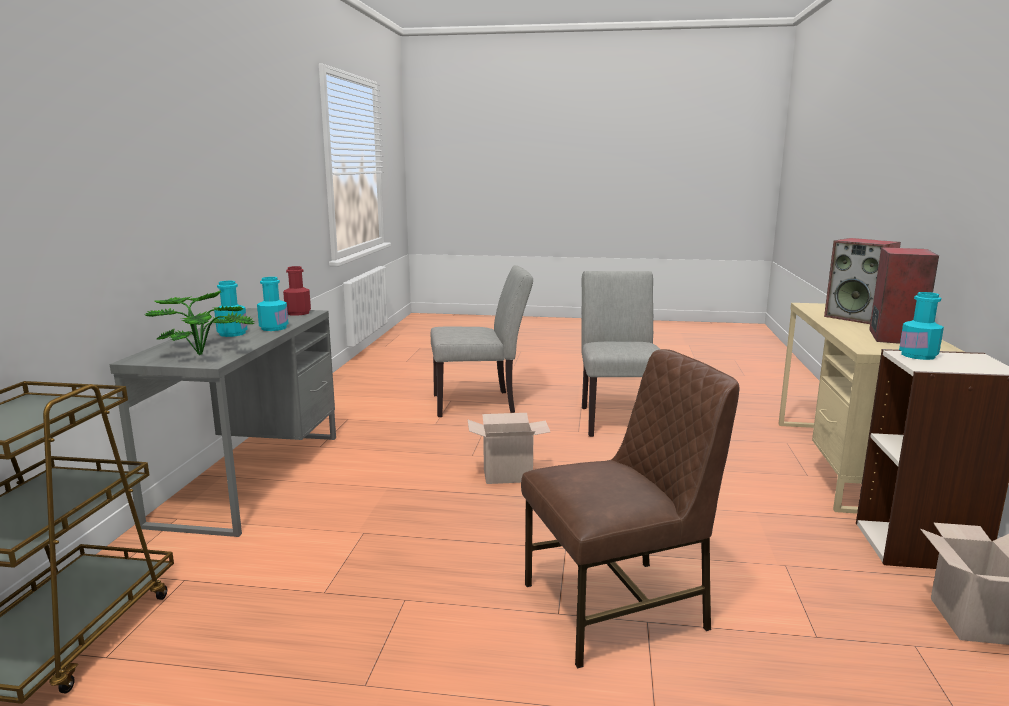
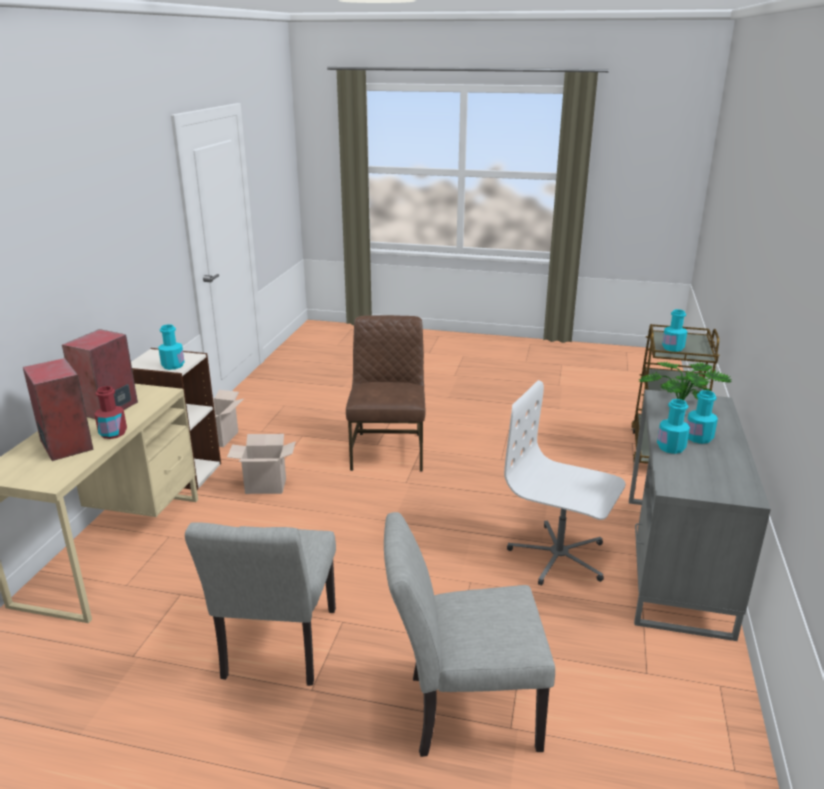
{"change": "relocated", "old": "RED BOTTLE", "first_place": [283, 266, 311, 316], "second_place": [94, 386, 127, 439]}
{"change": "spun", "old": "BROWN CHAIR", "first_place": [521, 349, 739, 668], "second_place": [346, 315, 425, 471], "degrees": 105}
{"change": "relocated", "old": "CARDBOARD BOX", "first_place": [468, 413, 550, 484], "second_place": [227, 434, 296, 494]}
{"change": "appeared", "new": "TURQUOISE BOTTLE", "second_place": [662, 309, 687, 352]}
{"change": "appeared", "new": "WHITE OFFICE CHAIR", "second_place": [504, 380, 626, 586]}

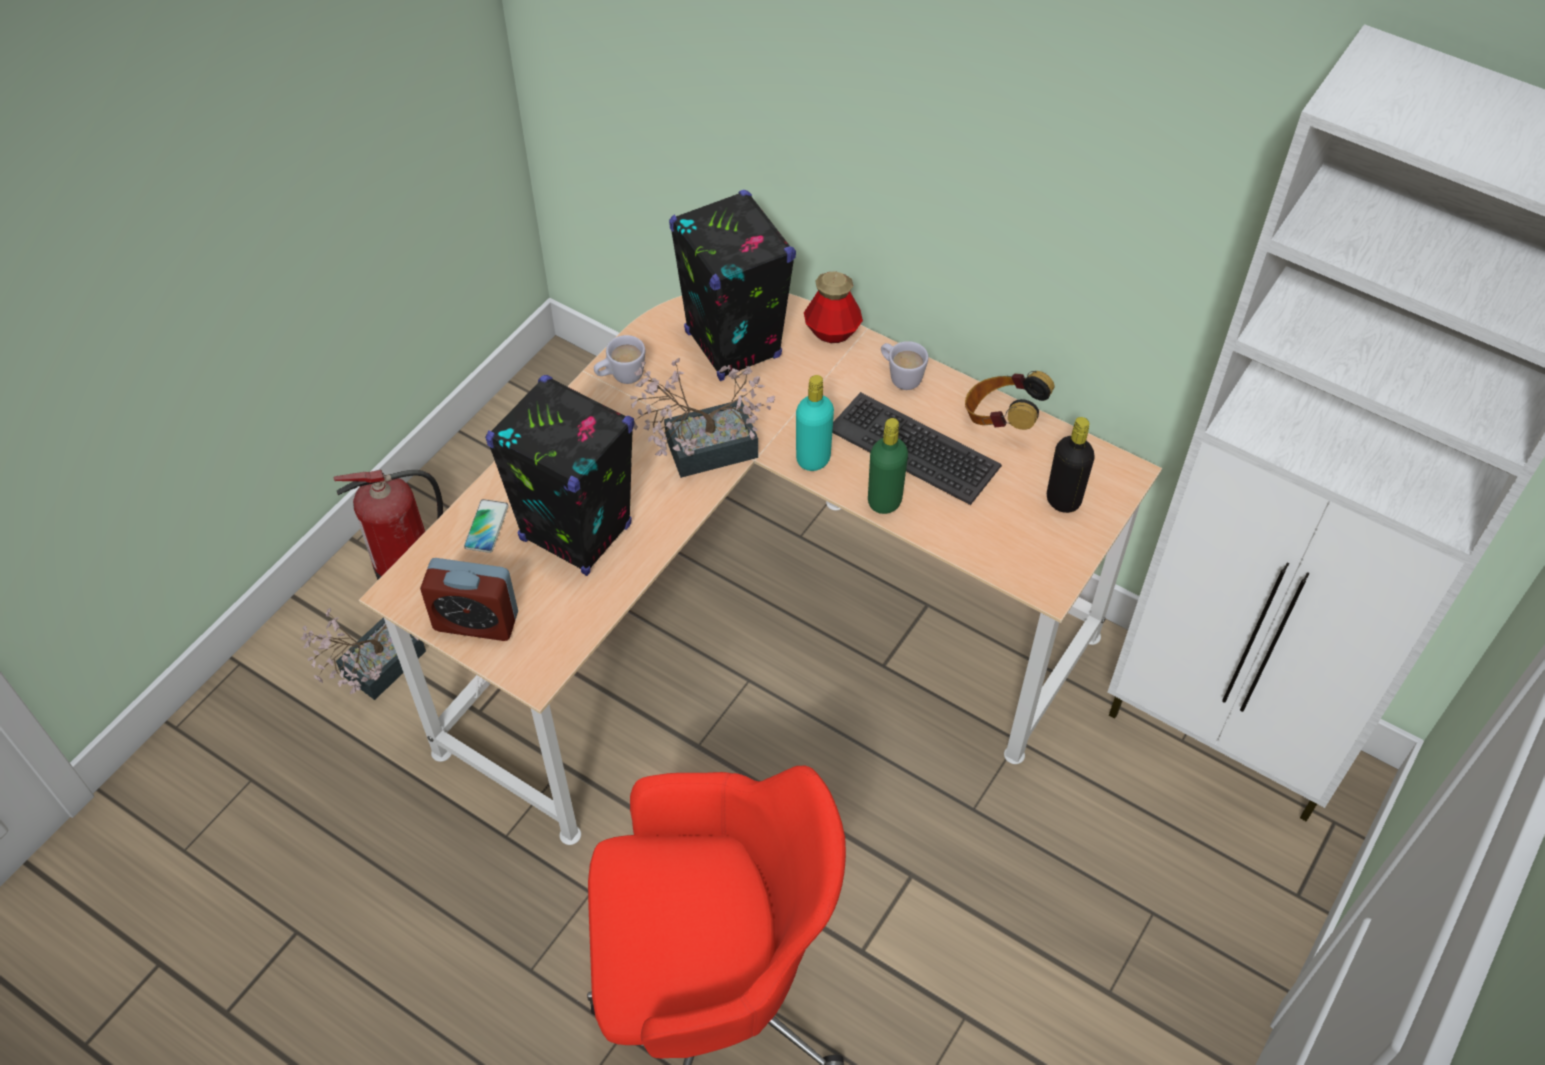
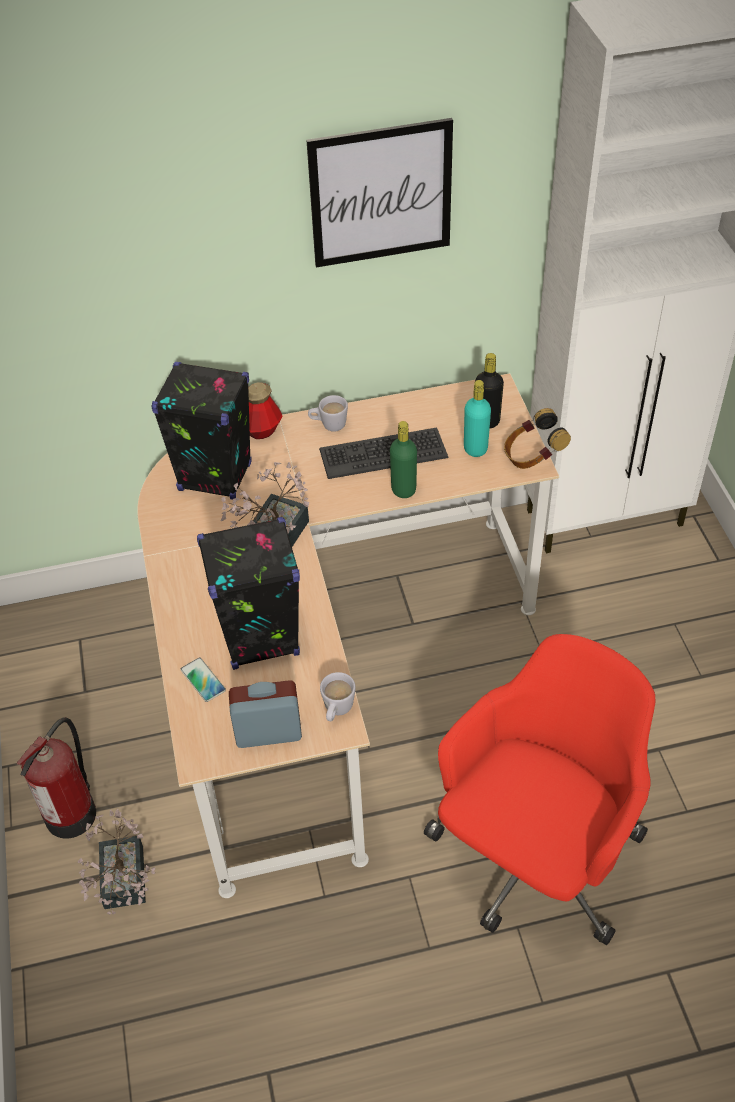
{"change": "relocated", "old": "WHITE MUG", "first_place": [594, 335, 645, 384], "second_place": [320, 672, 356, 721]}
{"change": "relocated", "old": "HEADPHONES", "first_place": [965, 371, 1055, 430], "second_place": [504, 408, 571, 469]}
{"change": "relocated", "old": "TURQUOISE BOTTLE", "first_place": [796, 375, 834, 471], "second_place": [464, 380, 491, 457]}
{"change": "spun", "old": "ALARM CLOCK", "first_place": [420, 558, 518, 641], "second_place": [229, 680, 302, 748], "degrees": -150}
{"change": "appeared", "new": "PICTURE", "second_place": [306, 118, 453, 268]}

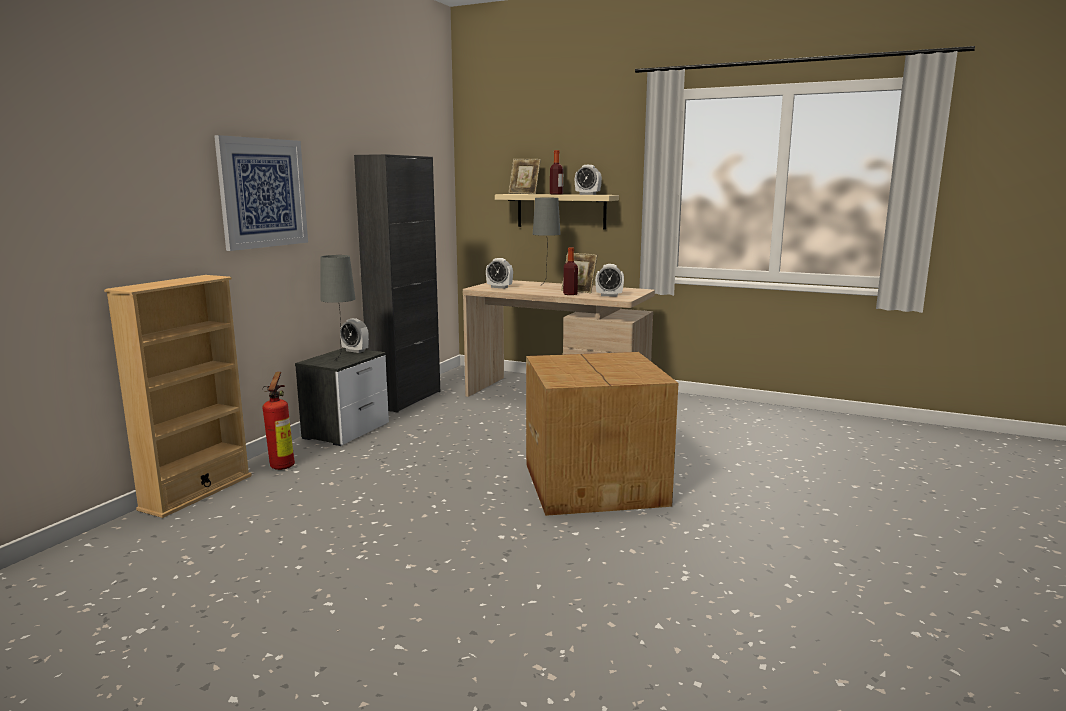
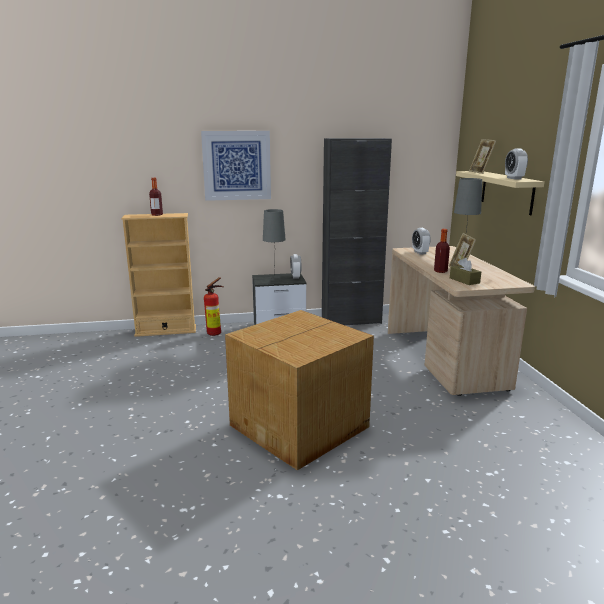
{"change": "relocated", "old": "BOTTLE", "first_place": [550, 150, 563, 195], "second_place": [149, 178, 163, 216]}
{"change": "exchanged", "old": "ALARM CLOCK", "new": "BROWN TISSUE BOX", "first_place": [595, 264, 624, 297], "second_place": [450, 258, 481, 285]}

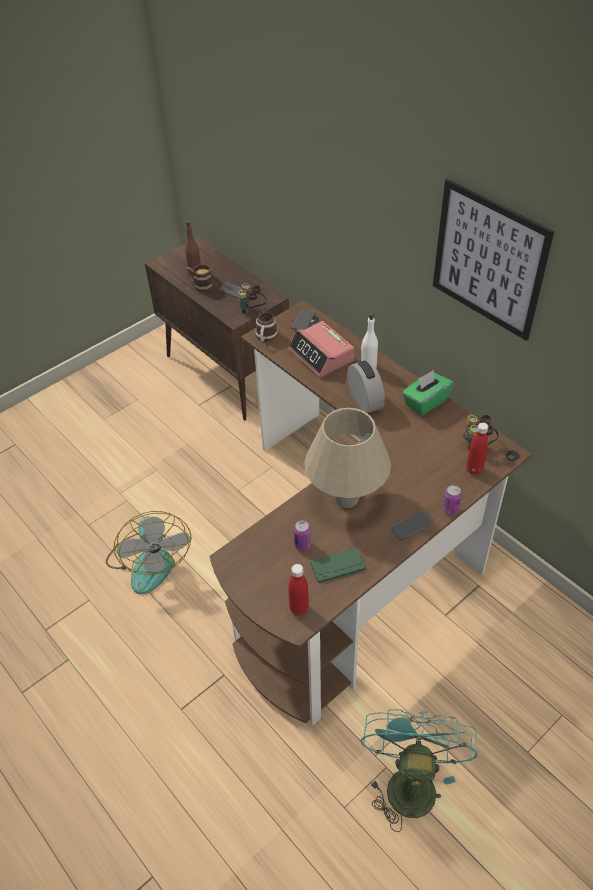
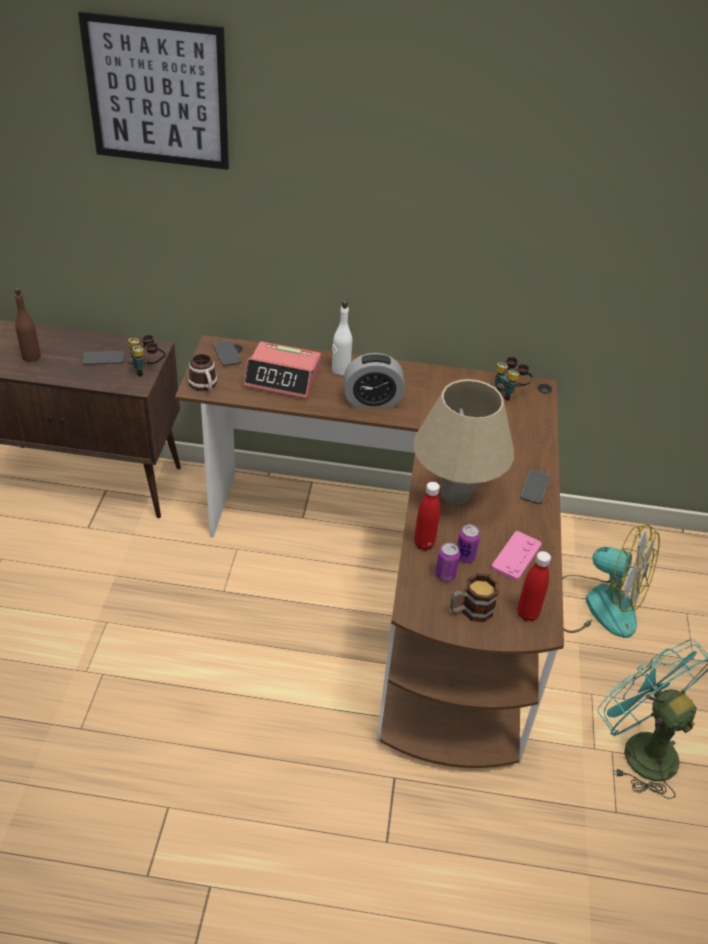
{"change": "relocated", "old": "PICTURE", "first_place": [433, 179, 554, 341], "second_place": [78, 11, 229, 170]}
{"change": "relocated", "old": "MUG", "first_place": [186, 264, 213, 292], "second_place": [450, 573, 499, 622]}
{"change": "spun", "old": "ALARM CLOCK", "first_place": [347, 360, 385, 413], "second_place": [344, 353, 405, 408], "degrees": 150}
{"change": "missing", "old": "GREEN TISSUE BOX", "first_place": [402, 370, 454, 416]}
{"change": "relocated", "old": "RED BOTTLE", "first_place": [466, 423, 488, 475], "second_place": [414, 482, 440, 551]}
{"change": "relocated", "old": "CAN", "first_place": [442, 485, 462, 515], "second_place": [435, 542, 460, 582]}
{"change": "relocated", "old": "FAN", "first_place": [106, 511, 191, 594], "second_place": [562, 524, 660, 638]}
{"change": "colour", "old": "GREEN GAME CONTROLLER", "new": "PINK GAME CONTROLLER", "first_place": [311, 548, 366, 583], "second_place": [491, 531, 542, 581]}

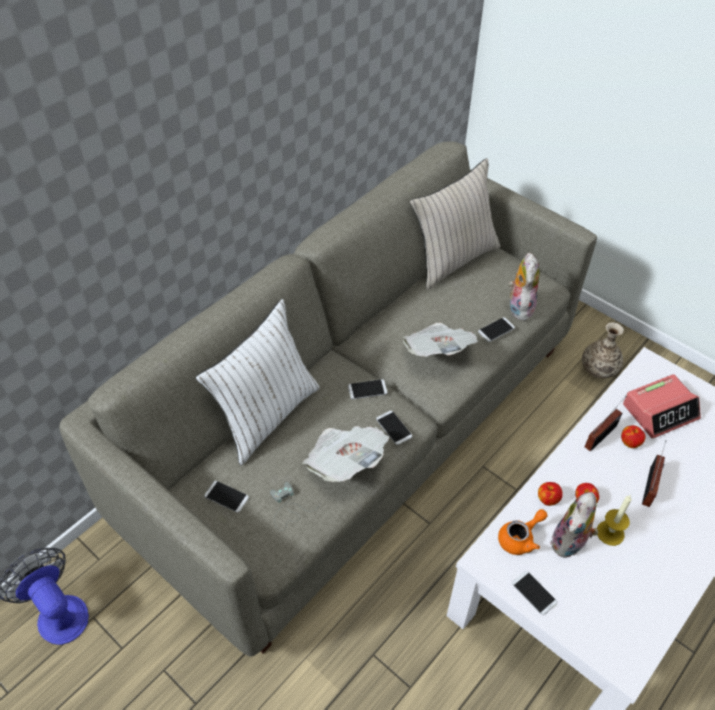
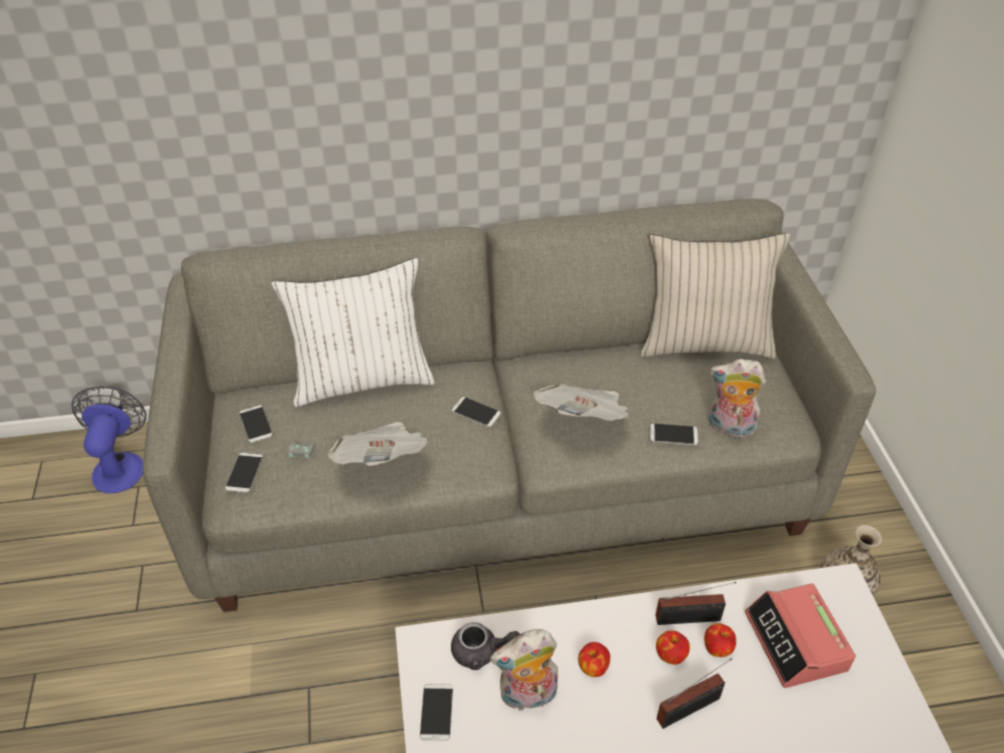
{"change": "spun", "old": "PLUSH TOY", "first_place": [509, 253, 540, 321], "second_place": [709, 359, 766, 438], "degrees": -120}
{"change": "spun", "old": "ALARM CLOCK", "first_place": [623, 374, 701, 439], "second_place": [745, 583, 856, 688], "degrees": 60}
{"change": "relocated", "old": "PHONE", "first_place": [376, 410, 412, 445], "second_place": [225, 453, 263, 493]}
{"change": "relocated", "old": "APPLE", "first_place": [538, 482, 563, 506], "second_place": [656, 630, 690, 665]}
{"change": "missing", "old": "CANDLE", "first_place": [597, 495, 632, 546]}
{"change": "colour", "old": "ORANGE TEAPOT", "new": "GREY TEAPOT", "first_place": [498, 509, 547, 555], "second_place": [451, 622, 520, 670]}

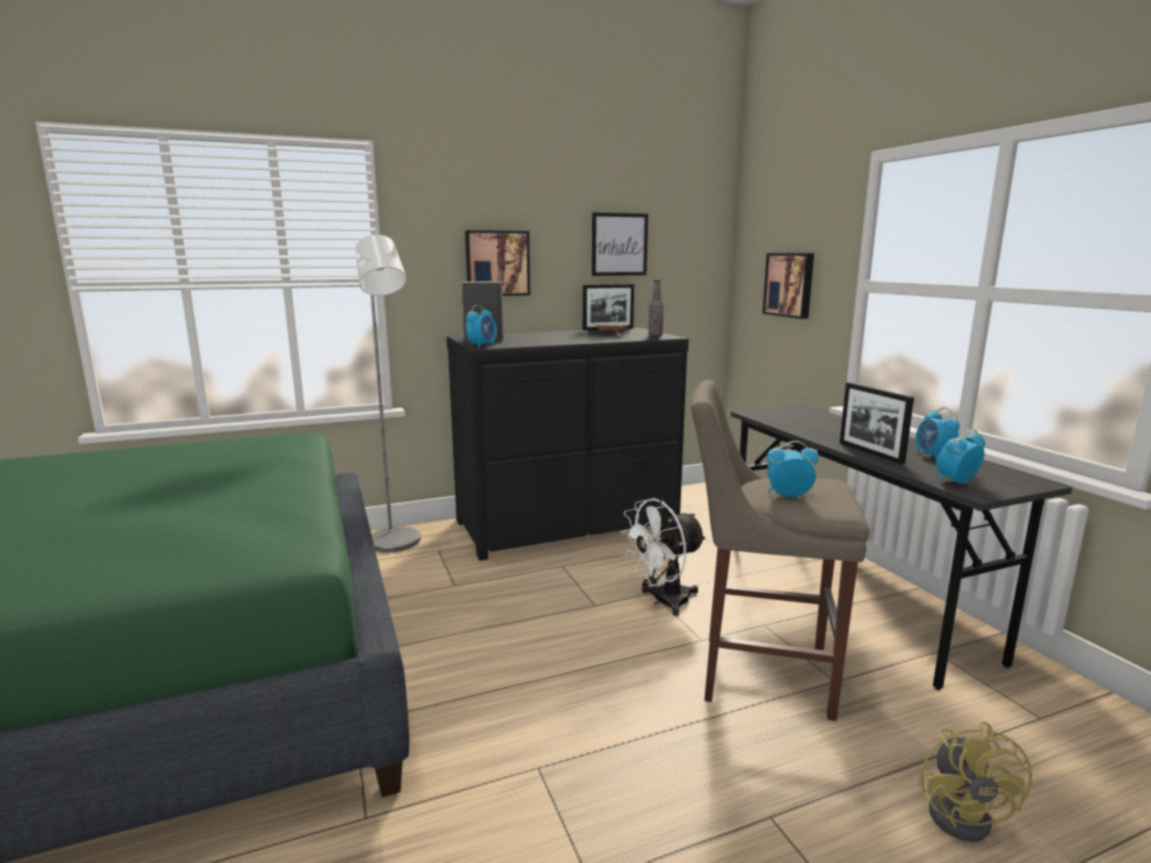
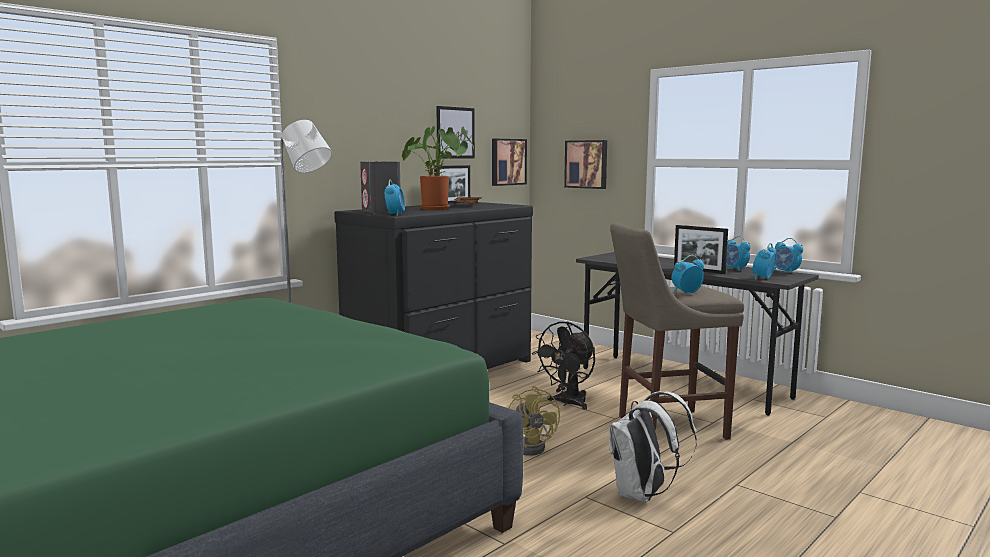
{"change": "relocated", "old": "PICTURE", "first_place": [465, 230, 530, 296], "second_place": [492, 139, 527, 186]}
{"change": "missing", "old": "BOTTLE", "first_place": [648, 280, 663, 336]}
{"change": "colour", "old": "WHITE FAN", "new": "BLACK FAN", "first_place": [620, 498, 707, 616], "second_place": [532, 321, 595, 410]}
{"change": "relocated", "old": "YELLOW FAN", "first_place": [918, 721, 1032, 842], "second_place": [509, 386, 560, 456]}
{"change": "appeared", "new": "POTTED PLANT", "second_place": [402, 126, 474, 210]}
{"change": "appeared", "new": "ALARM CLOCK", "second_place": [773, 238, 803, 274]}
{"change": "appeared", "new": "WHITE BACKPACK", "second_place": [609, 391, 697, 502]}

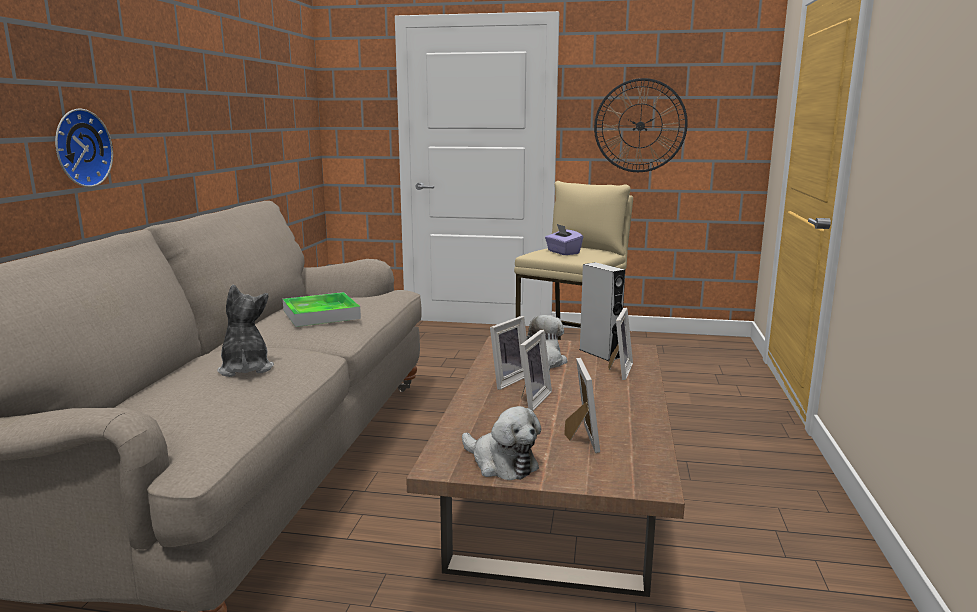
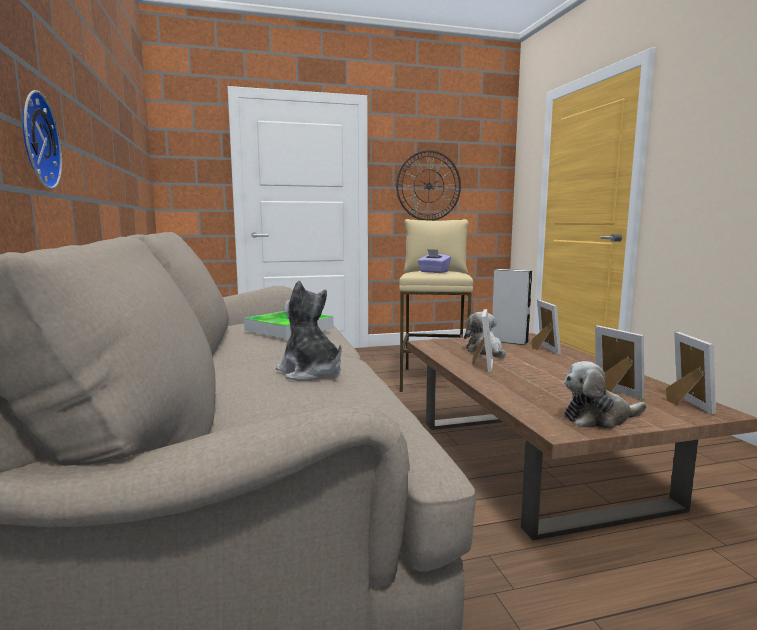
{"change": "relocated", "old": "PICTURE FRAME", "first_place": [520, 330, 552, 411], "second_place": [666, 332, 716, 415]}
{"change": "spun", "old": "PLUSH TOY", "first_place": [462, 406, 541, 480], "second_place": [564, 361, 646, 429], "degrees": 150}

